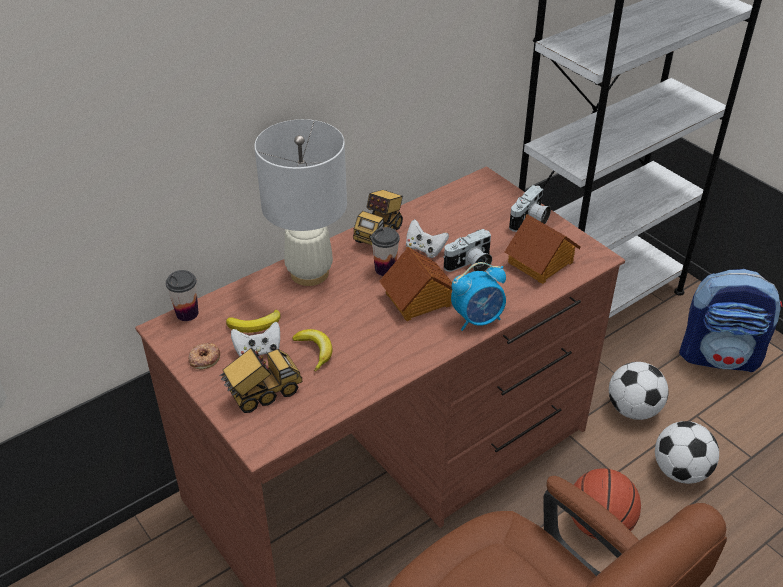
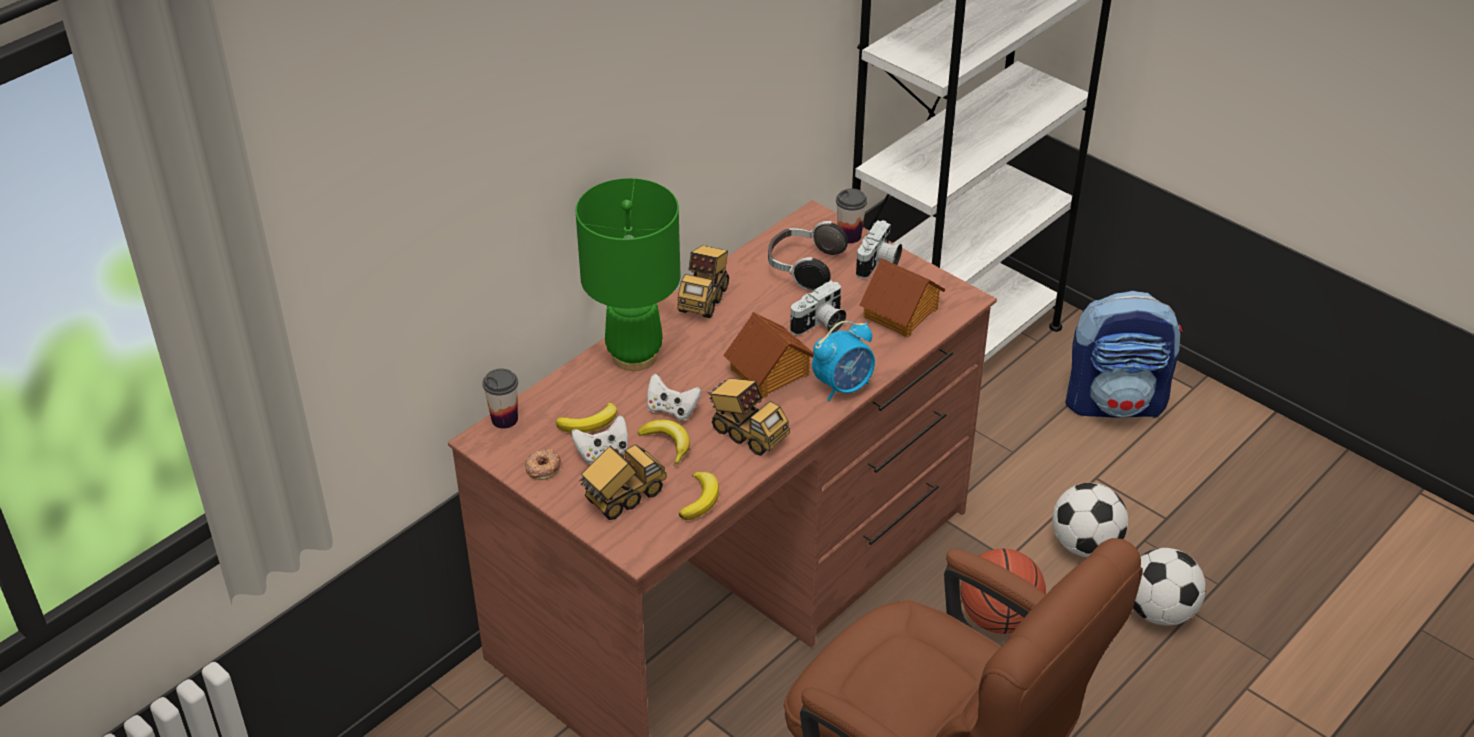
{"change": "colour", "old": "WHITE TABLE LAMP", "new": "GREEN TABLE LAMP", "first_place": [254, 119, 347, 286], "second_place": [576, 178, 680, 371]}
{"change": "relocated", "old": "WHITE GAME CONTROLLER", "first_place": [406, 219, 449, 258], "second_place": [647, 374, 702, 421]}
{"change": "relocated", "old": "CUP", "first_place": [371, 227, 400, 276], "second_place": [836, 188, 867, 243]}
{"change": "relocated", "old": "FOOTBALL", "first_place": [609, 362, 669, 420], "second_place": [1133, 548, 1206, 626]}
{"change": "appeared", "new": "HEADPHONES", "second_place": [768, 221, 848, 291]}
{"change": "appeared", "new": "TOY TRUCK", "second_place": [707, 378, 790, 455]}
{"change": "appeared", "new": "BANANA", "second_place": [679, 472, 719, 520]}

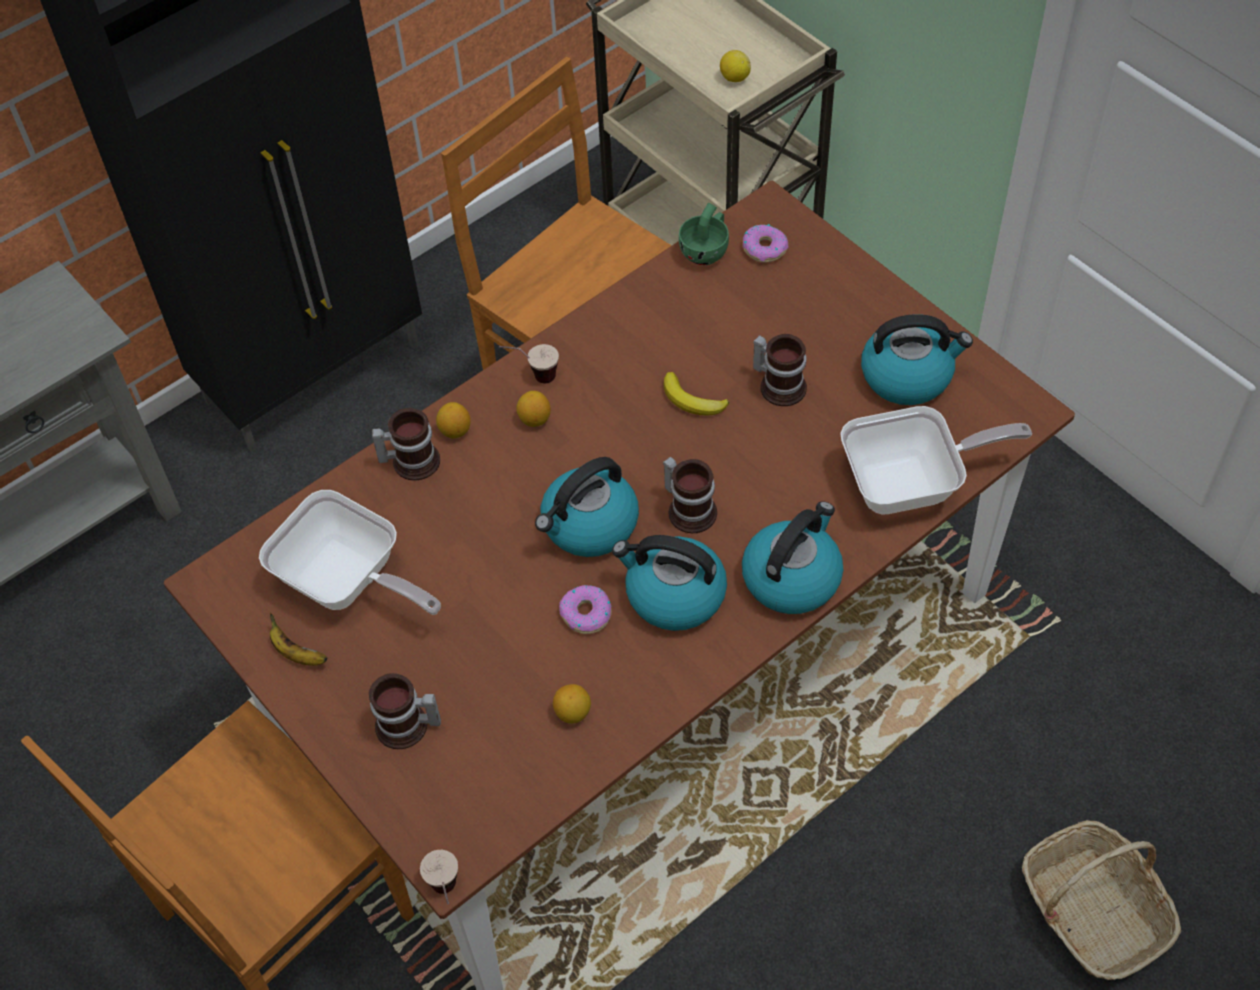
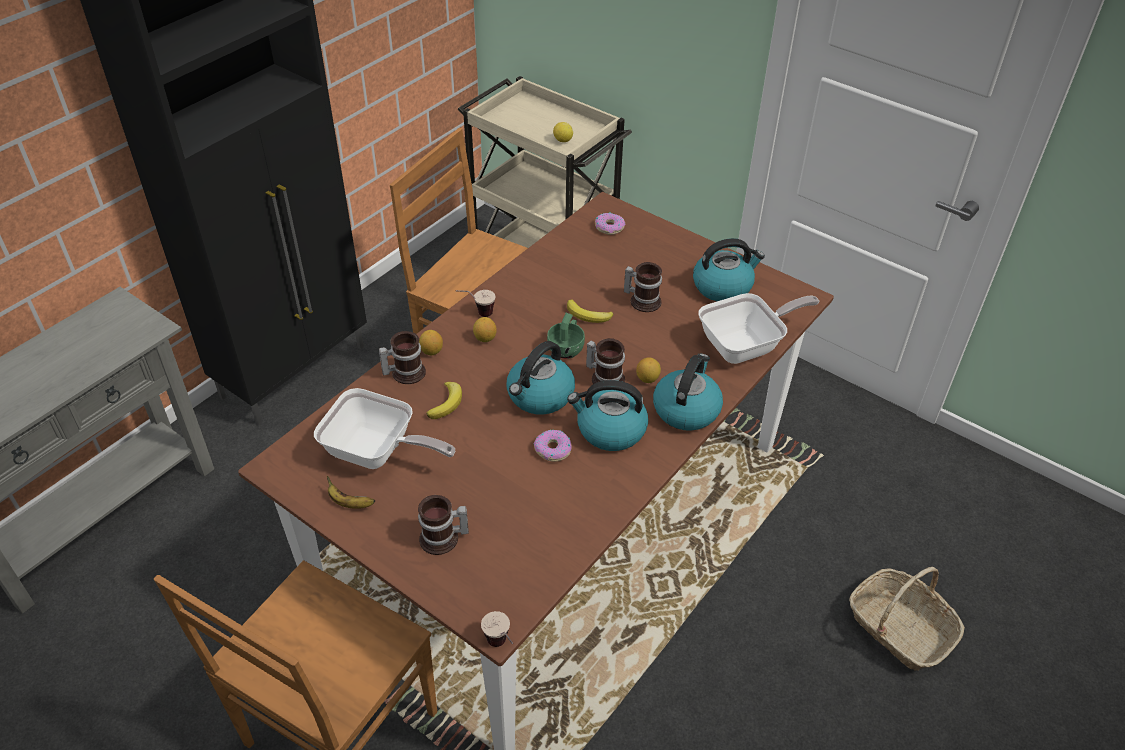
{"change": "relocated", "old": "GREEN CUP", "first_place": [679, 203, 729, 265], "second_place": [547, 313, 585, 359]}
{"change": "relocated", "old": "LEMON", "first_place": [553, 684, 591, 724], "second_place": [636, 357, 661, 383]}
{"change": "appeared", "new": "BANANA", "second_place": [426, 382, 462, 419]}

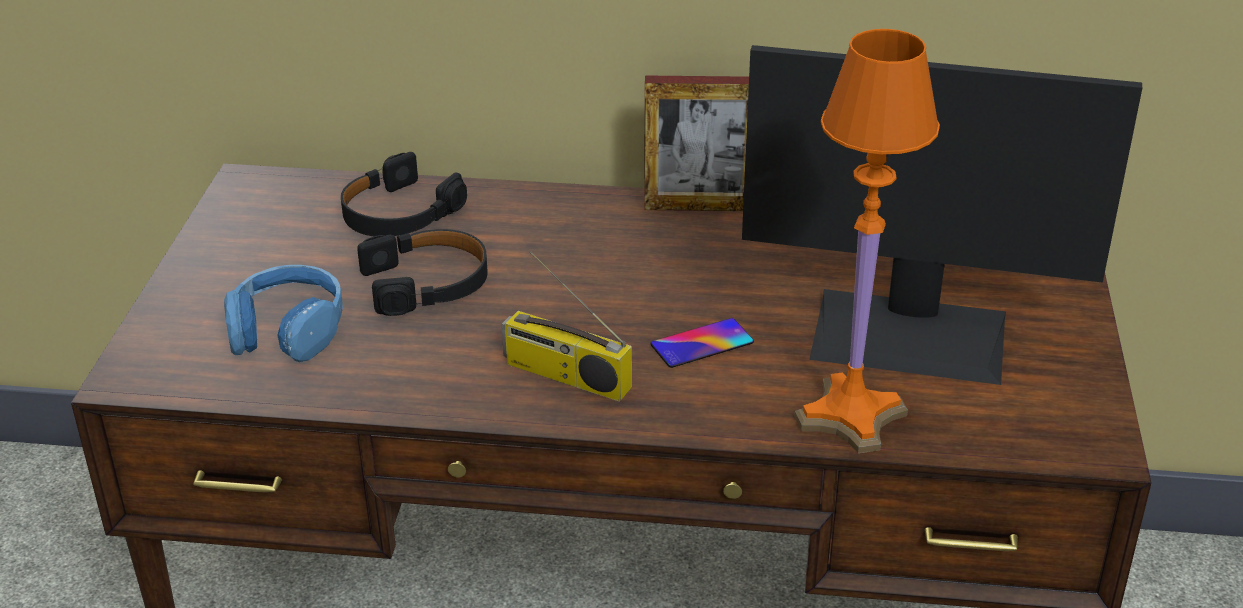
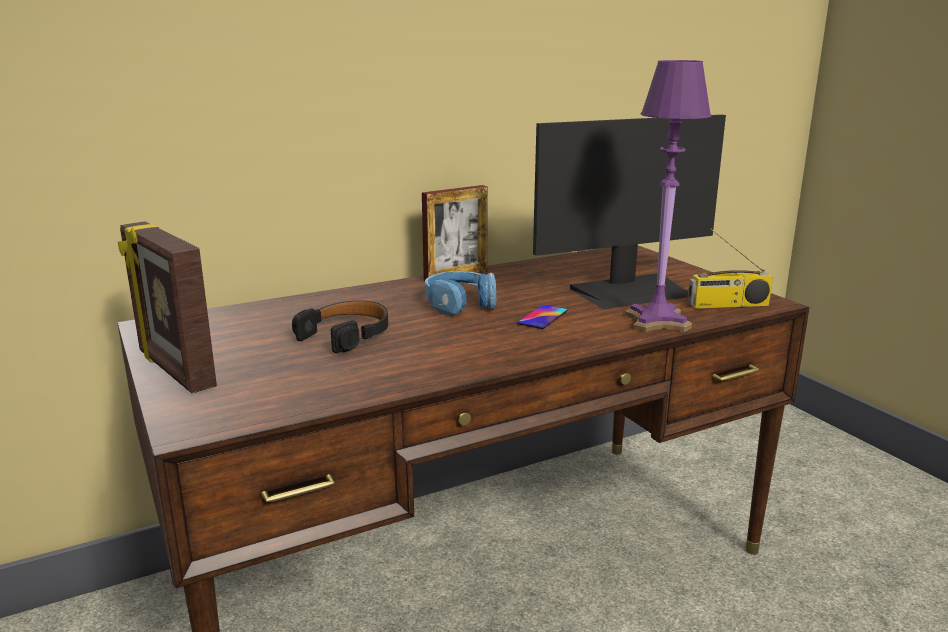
{"change": "colour", "old": "ORANGE TABLE LAMP", "new": "PURPLE TABLE LAMP", "first_place": [795, 29, 940, 453], "second_place": [625, 60, 711, 332]}
{"change": "missing", "old": "BLACK HEADPHONES", "first_place": [341, 152, 467, 236]}
{"change": "relocated", "old": "RADIO", "first_place": [502, 251, 632, 401], "second_place": [687, 229, 773, 309]}
{"change": "relocated", "old": "BLUE HEADPHONES", "first_place": [224, 265, 343, 362], "second_place": [425, 271, 496, 316]}
{"change": "appeared", "new": "PICTURE FRAME", "second_place": [118, 221, 217, 393]}

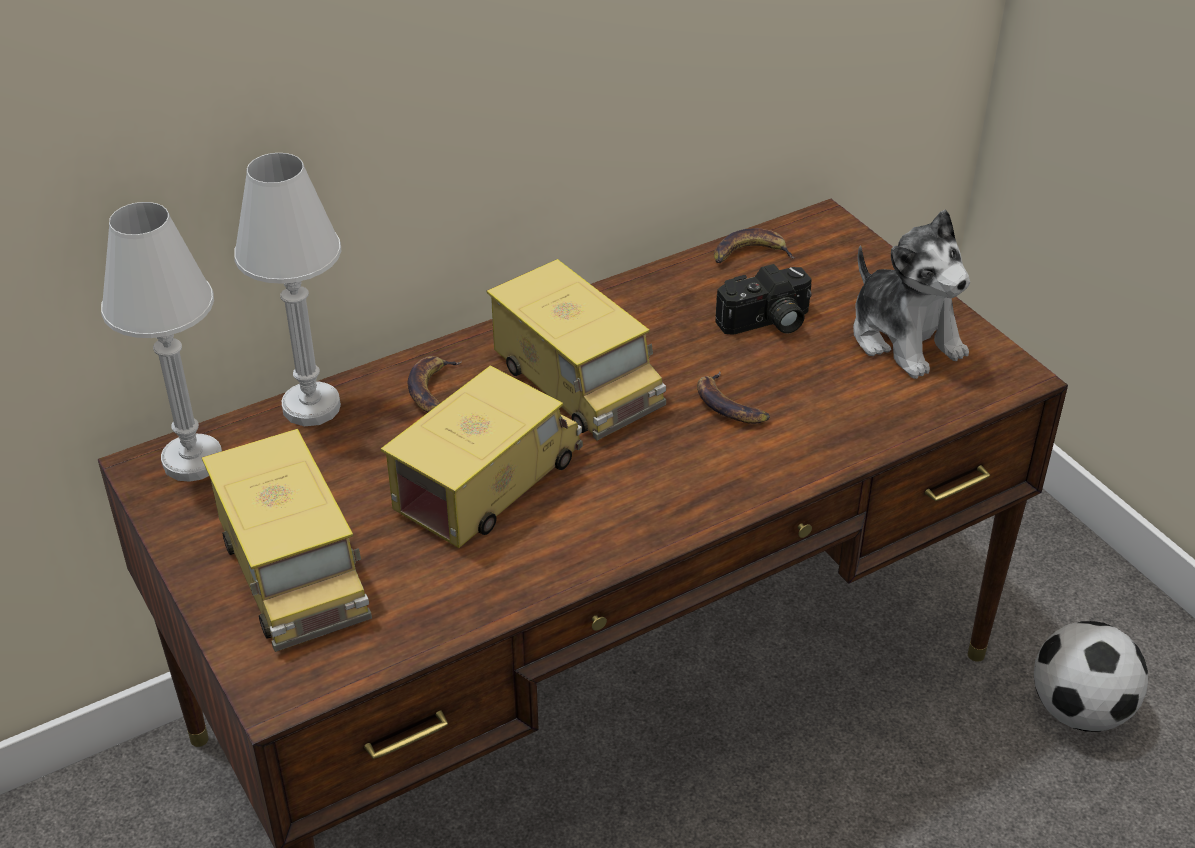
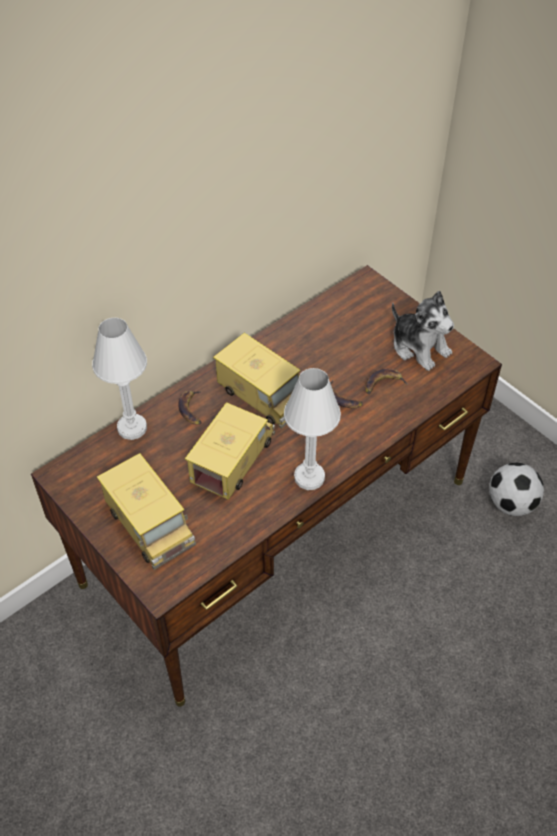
{"change": "relocated", "old": "WHITE TABLE LAMP", "first_place": [101, 202, 222, 482], "second_place": [284, 368, 341, 490]}
{"change": "relocated", "old": "BANANA", "first_place": [714, 228, 795, 263], "second_place": [365, 369, 408, 394]}
{"change": "missing", "old": "PHOTO CAMERA", "first_place": [716, 264, 812, 335]}

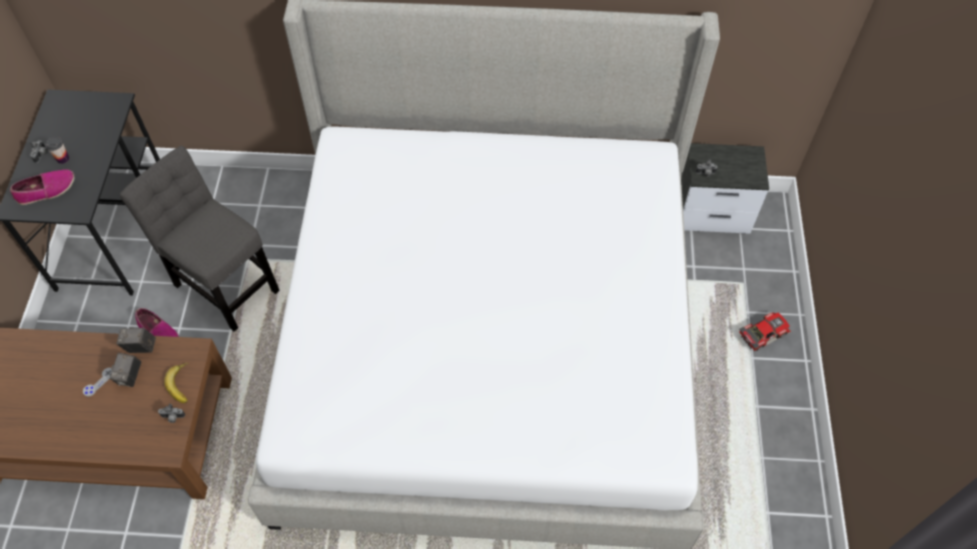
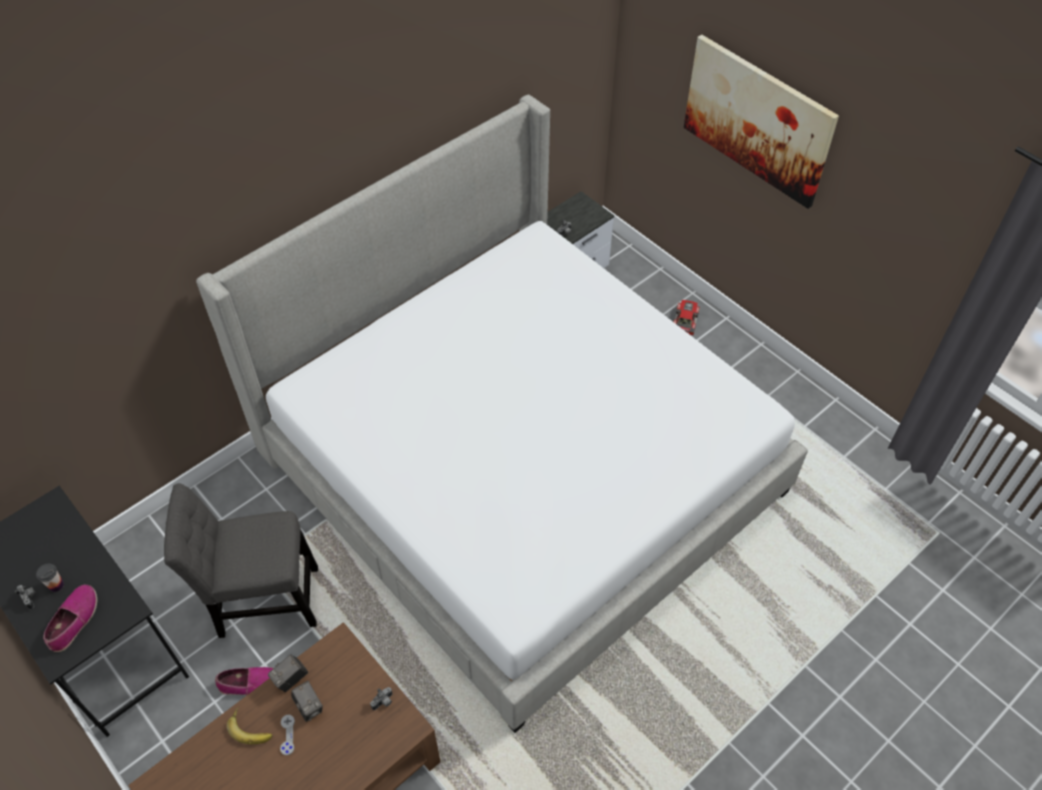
{"change": "relocated", "old": "BANANA", "first_place": [164, 363, 188, 403], "second_place": [227, 707, 273, 744]}
{"change": "appeared", "new": "PICTURE", "second_place": [684, 35, 839, 209]}

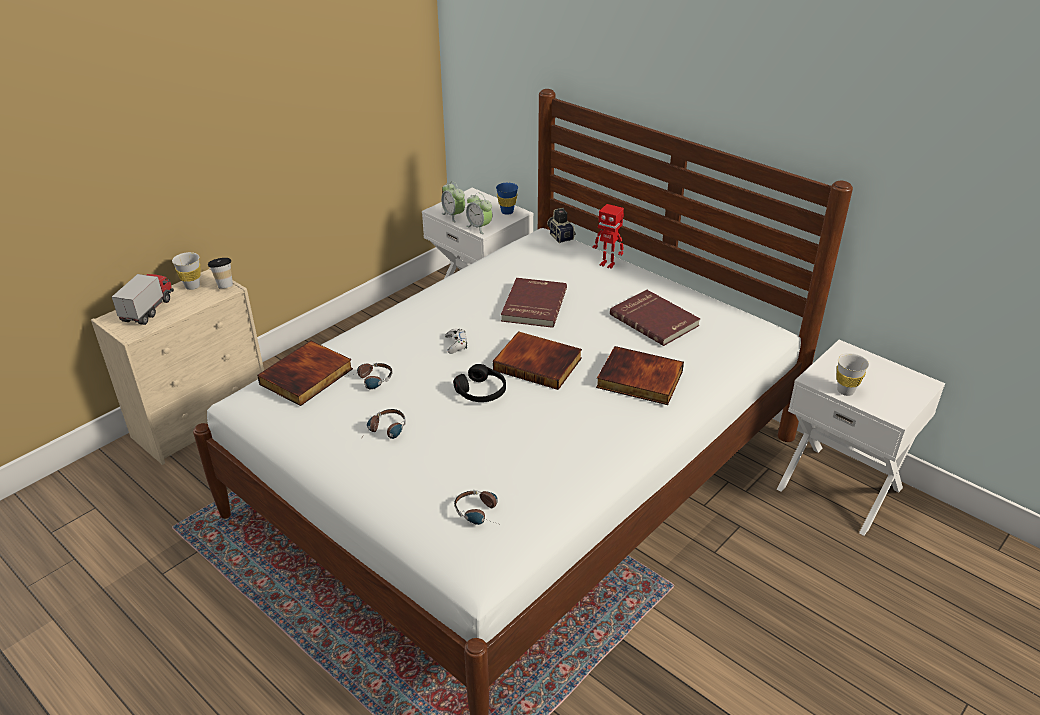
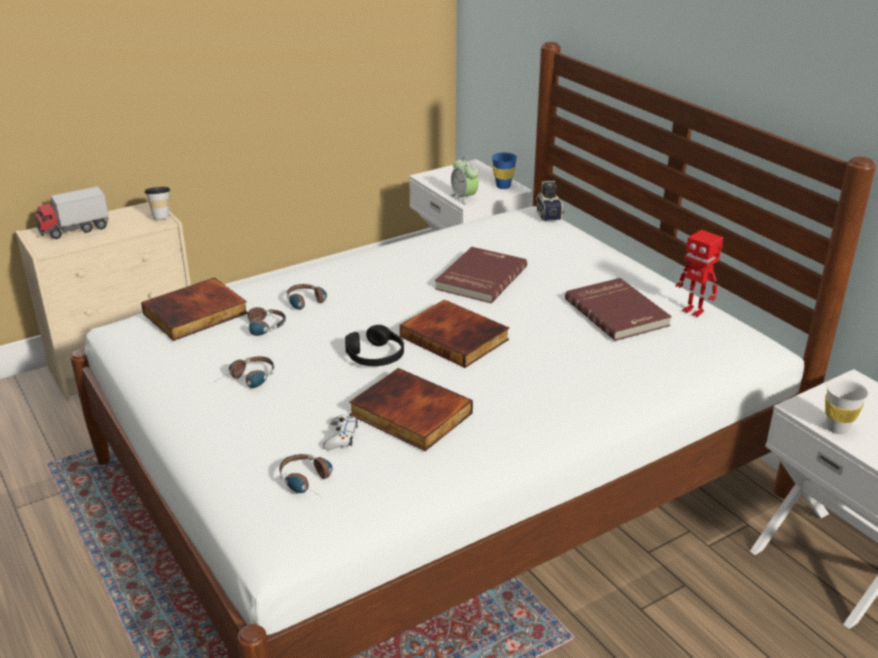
{"change": "missing", "old": "ALARM CLOCK", "first_place": [441, 181, 465, 222]}
{"change": "relocated", "old": "TOY ROBOT", "first_place": [593, 204, 624, 269], "second_place": [676, 230, 723, 317]}
{"change": "missing", "old": "WHITE CUP", "first_place": [172, 252, 201, 290]}
{"change": "spun", "old": "TOY TRUCK", "first_place": [112, 274, 174, 325], "second_place": [35, 186, 109, 239], "degrees": -150}
{"change": "relocated", "old": "WHITE GAME CONTROLLER", "first_place": [445, 329, 467, 354], "second_place": [323, 414, 358, 450]}
{"change": "relocated", "old": "BOOK", "first_place": [596, 346, 684, 405], "second_place": [349, 368, 473, 451]}
{"change": "appeared", "new": "HEADPHONES", "second_place": [286, 284, 327, 311]}

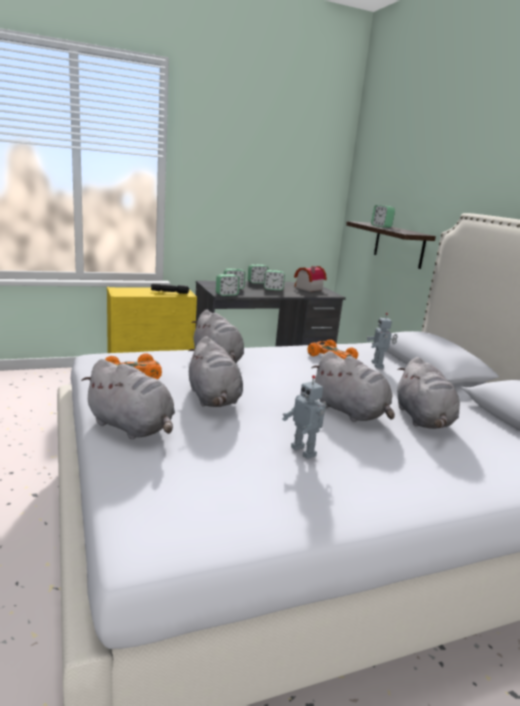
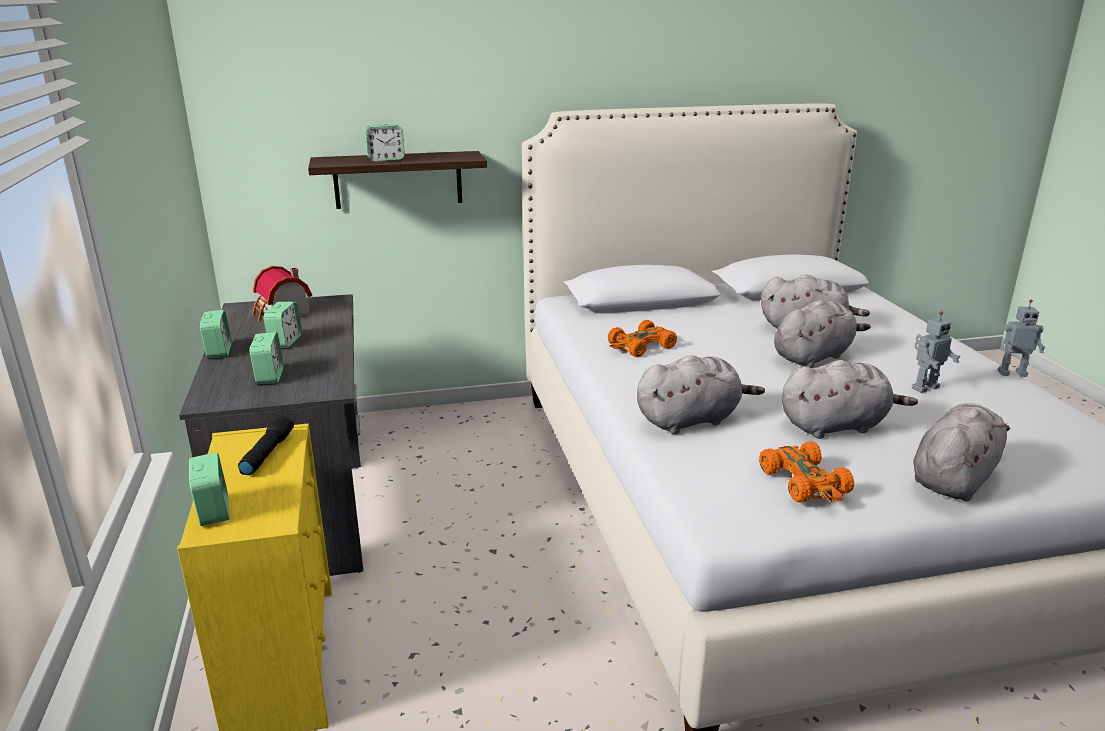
{"change": "relocated", "old": "ALARM CLOCK", "first_place": [216, 274, 240, 296], "second_place": [189, 452, 230, 526]}
{"change": "relocated", "old": "TOY ROBOT", "first_place": [366, 313, 398, 368], "second_place": [998, 300, 1045, 377]}

